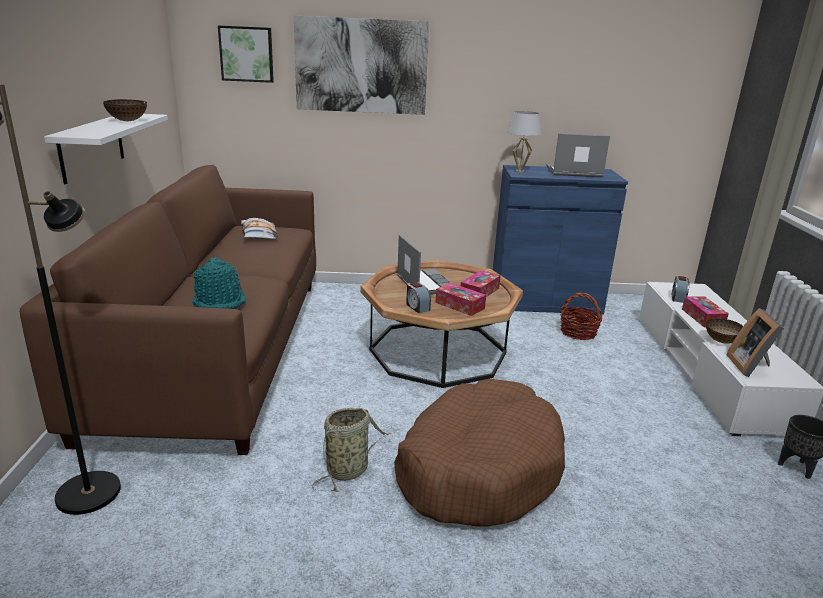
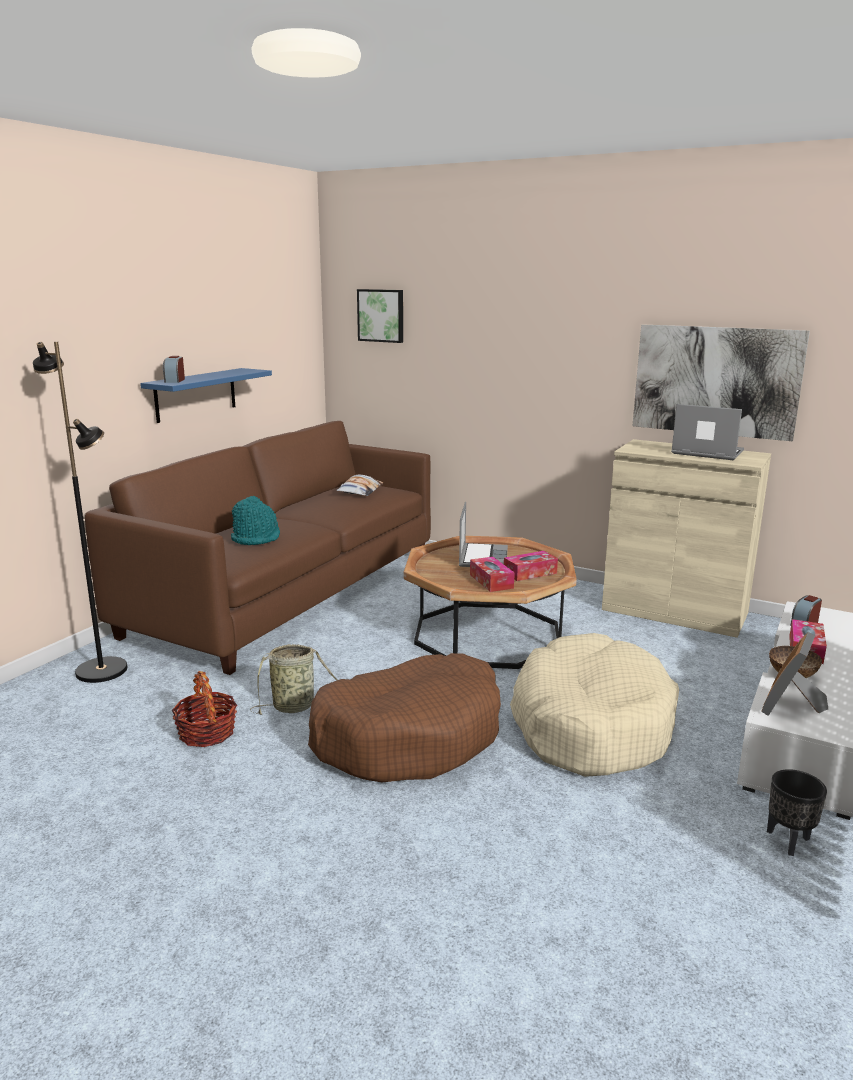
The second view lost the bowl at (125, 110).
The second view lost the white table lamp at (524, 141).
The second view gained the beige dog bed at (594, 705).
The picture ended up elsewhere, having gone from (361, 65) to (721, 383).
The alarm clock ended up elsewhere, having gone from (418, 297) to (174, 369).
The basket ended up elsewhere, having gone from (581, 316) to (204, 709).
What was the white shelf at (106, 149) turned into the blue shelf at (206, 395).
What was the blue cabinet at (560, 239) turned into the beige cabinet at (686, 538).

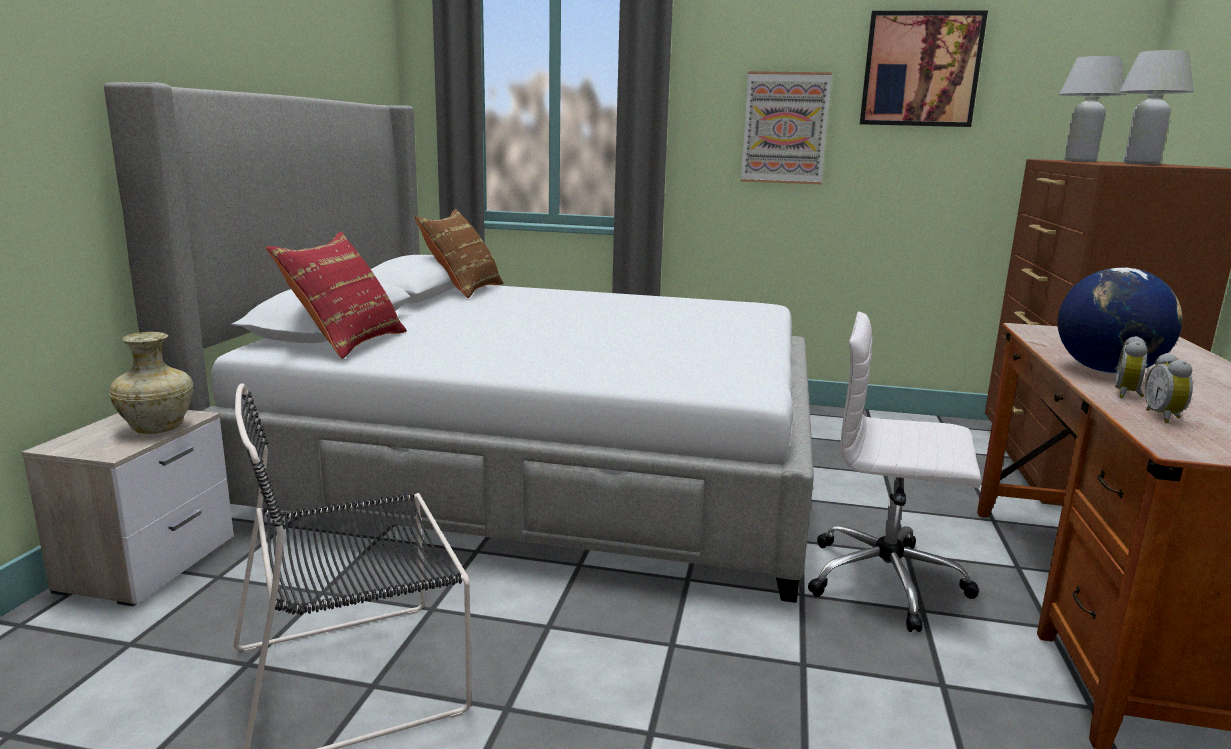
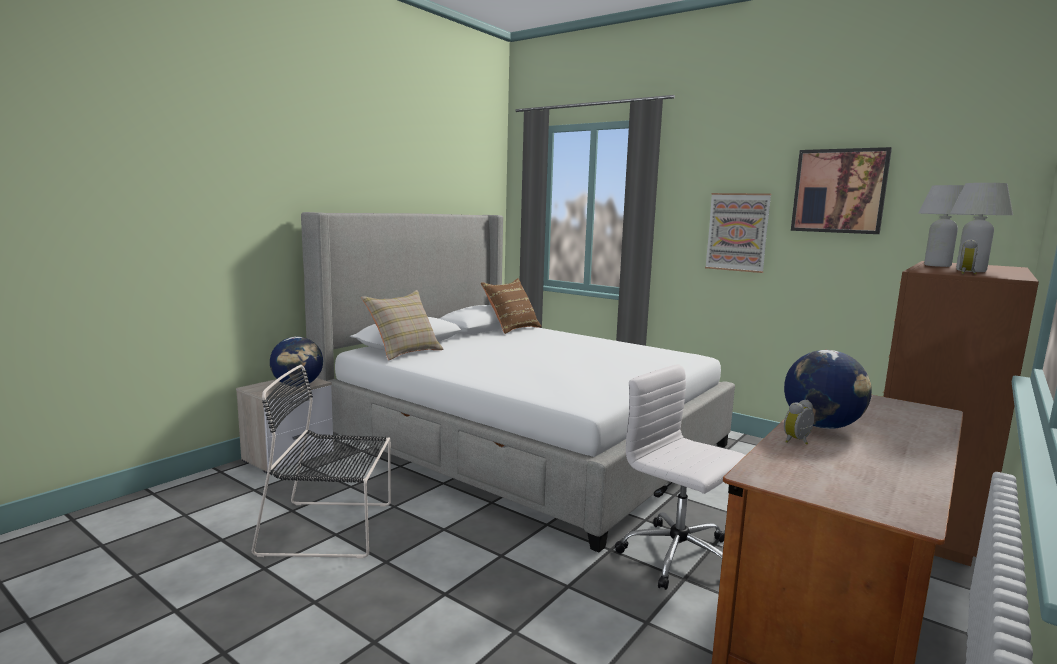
The alarm clock ended up elsewhere, having gone from (1169, 388) to (968, 256).
Where the beige vase stood at (151, 383), the globe came to stand at (296, 362).
What was the red pillow at (336, 295) turned into the beige pillow at (402, 325).

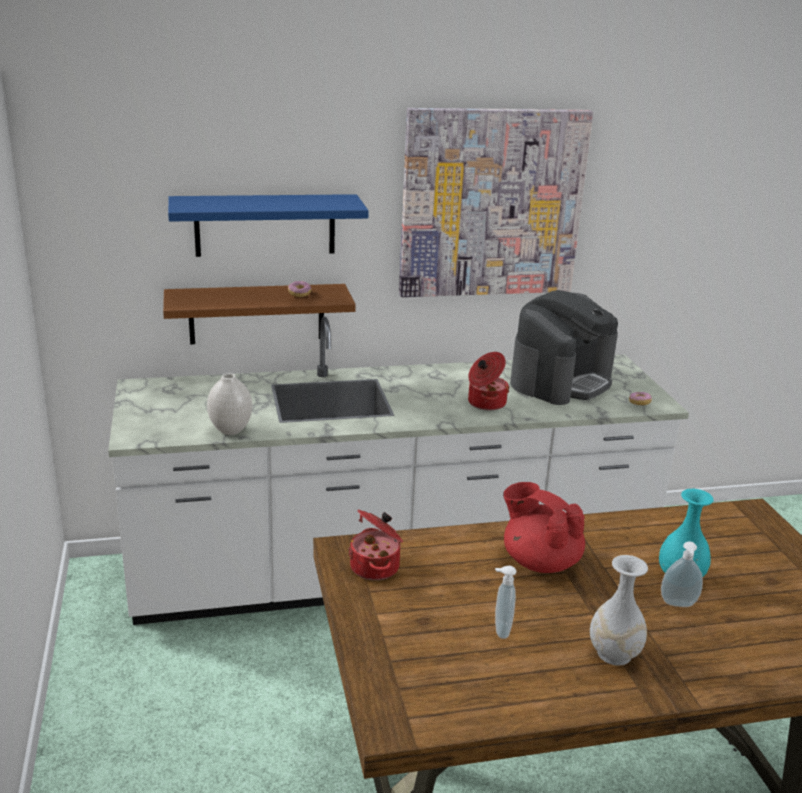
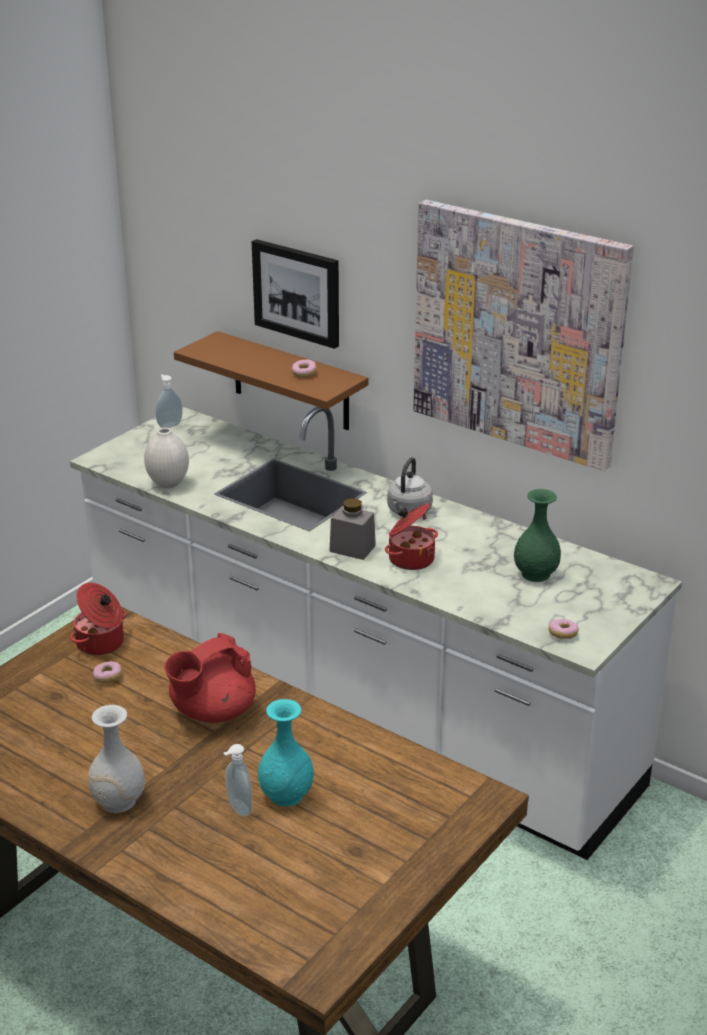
The second view gained the donut at (107, 672).
The second view gained the grey jar at (352, 529).
The second view gained the grey kettle at (410, 486).
The soap dispenser ended up elsewhere, having gone from (505, 602) to (169, 401).
Where the blue shelf hung at (268, 225), the picture came to hang at (295, 294).
Where the coffee machine stood at (564, 347), the green vase came to stand at (537, 535).
The red teapot at (544, 527) ended up facing another way, 135 degrees counterclockwise from before.

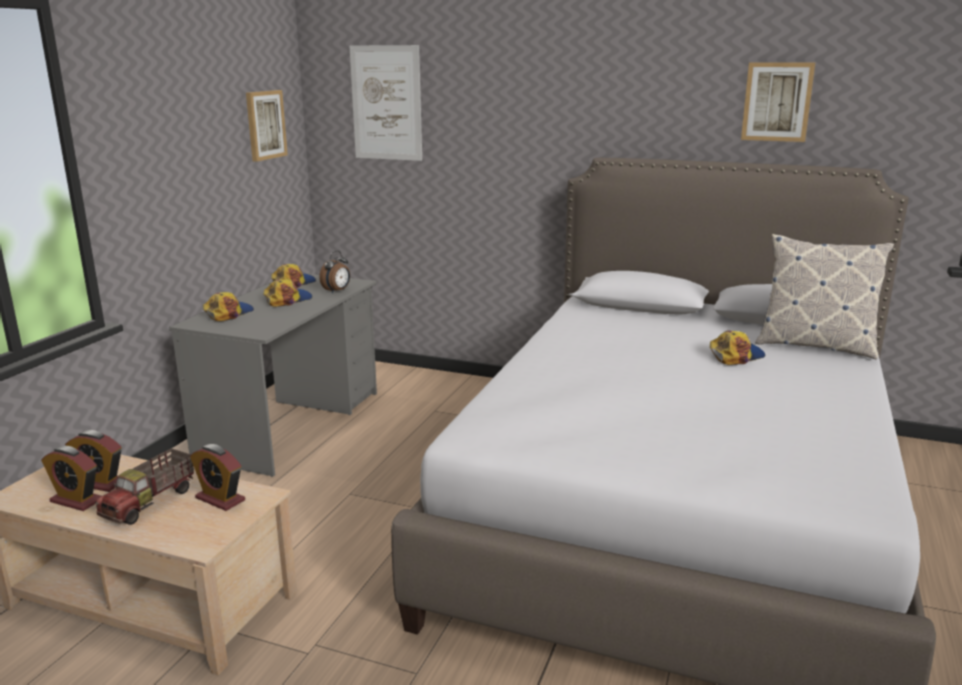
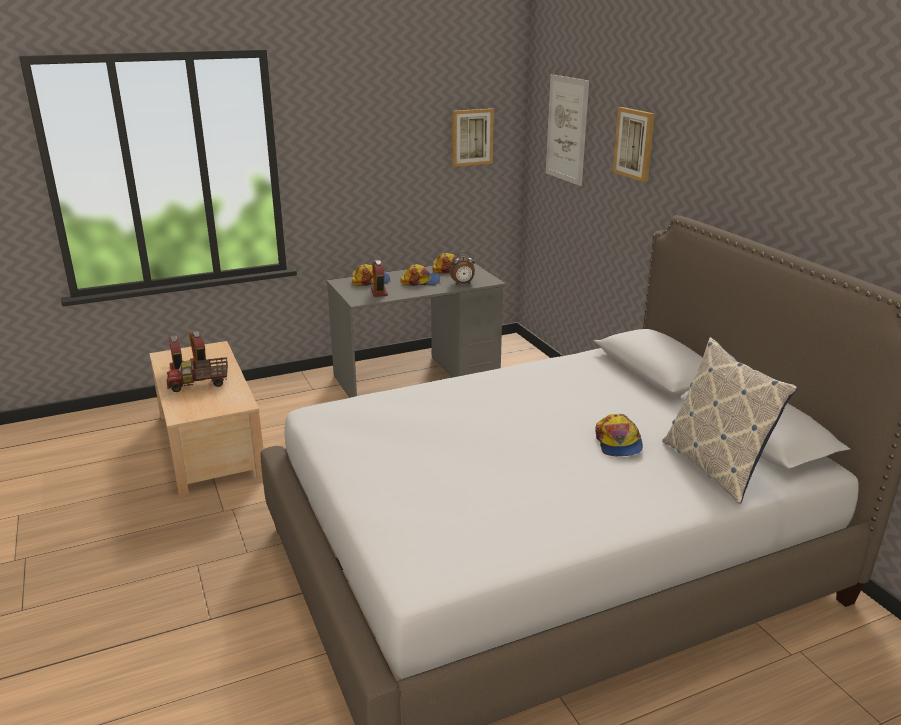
The alarm clock ended up elsewhere, having gone from (217, 477) to (379, 278).
The picture ended up elsewhere, having gone from (778, 102) to (634, 144).
The cap at (737, 347) ended up facing another way, 75 degrees clockwise from before.

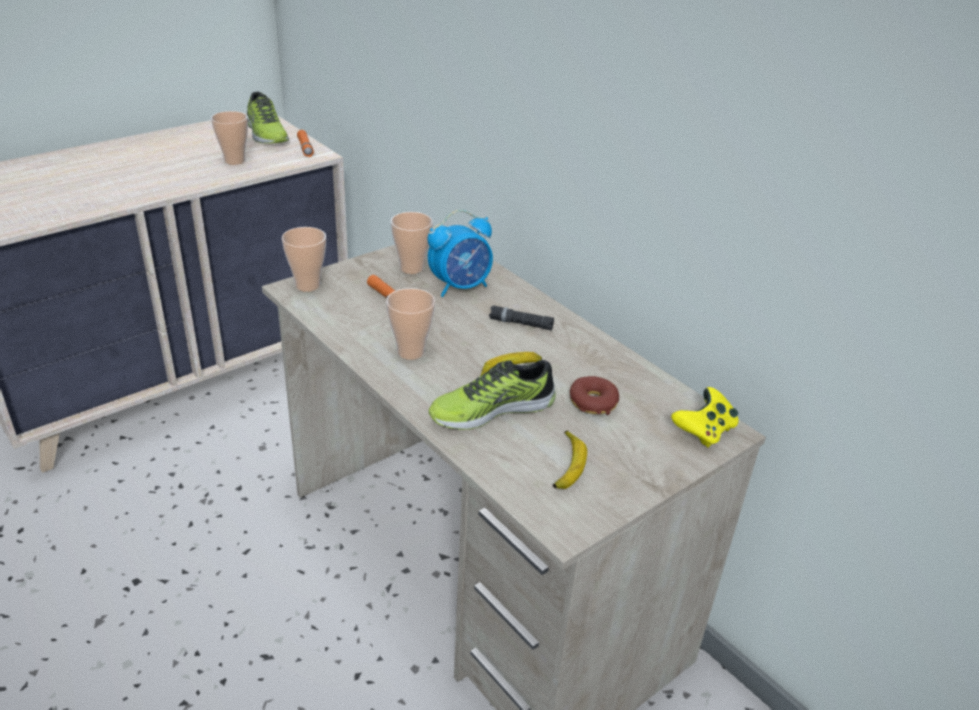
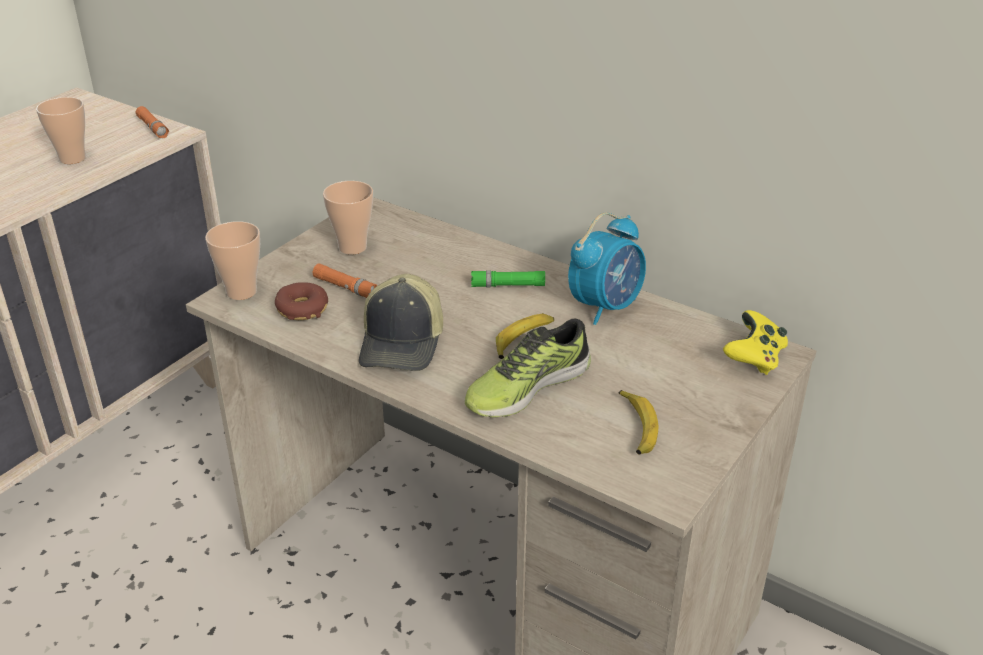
The second view lost the shoe at (268, 118).
The alarm clock ended up elsewhere, having gone from (460, 253) to (607, 269).
The donut ended up elsewhere, having gone from (594, 395) to (301, 301).
Where the cup stood at (410, 324), the cap came to stand at (401, 322).
What was the black flashlight at (521, 317) turned into the green flashlight at (508, 278).

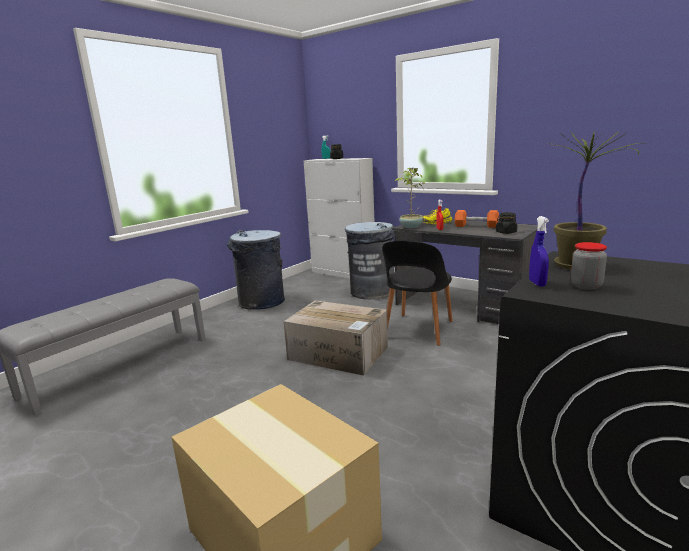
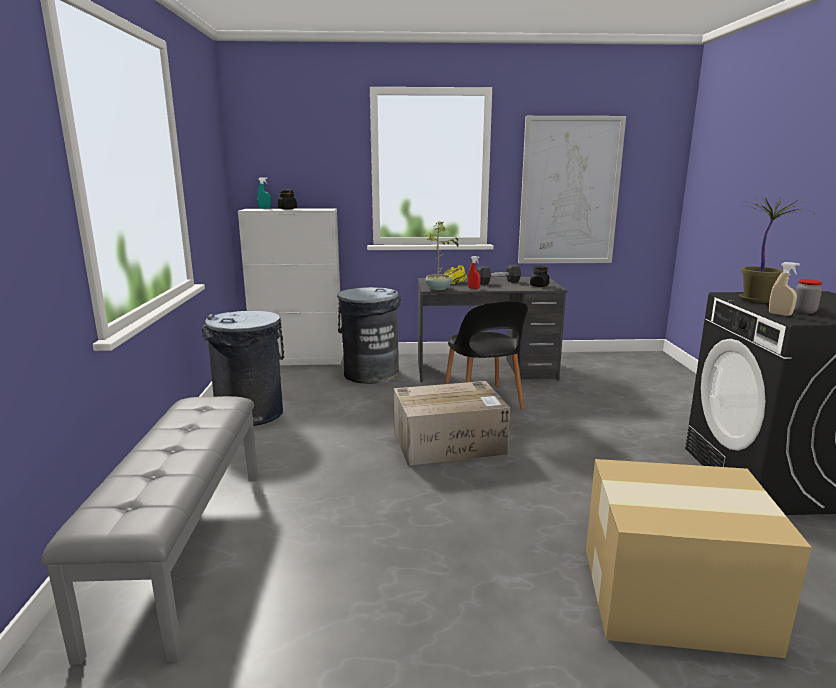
The second view gained the picture at (572, 190).
What was the orange dumbbell at (477, 219) turned into the black dumbbell at (499, 275).
What was the blue spray bottle at (539, 251) turned into the beige spray bottle at (784, 289).

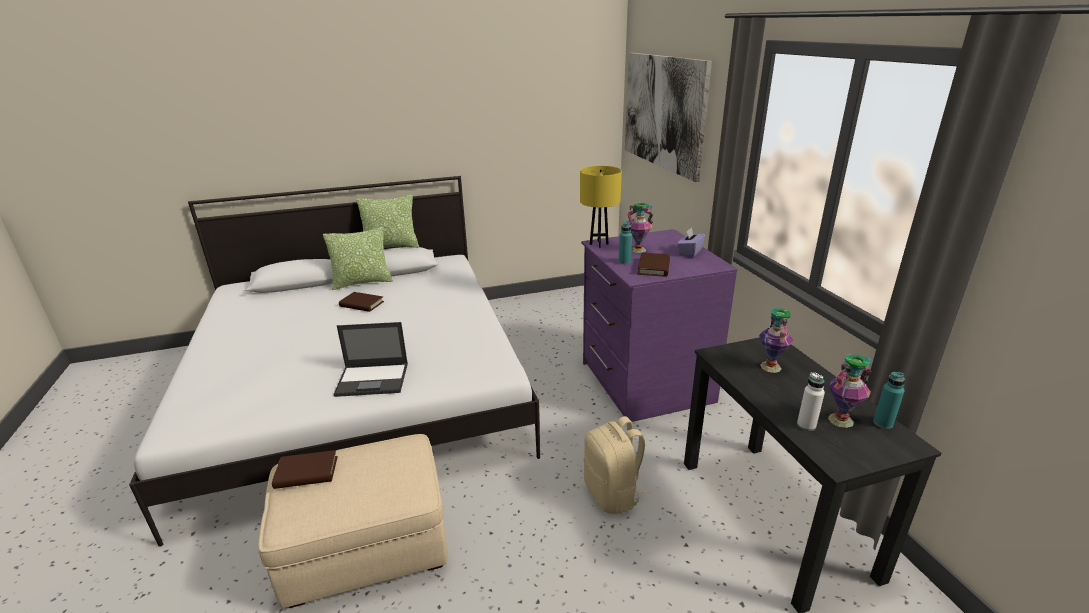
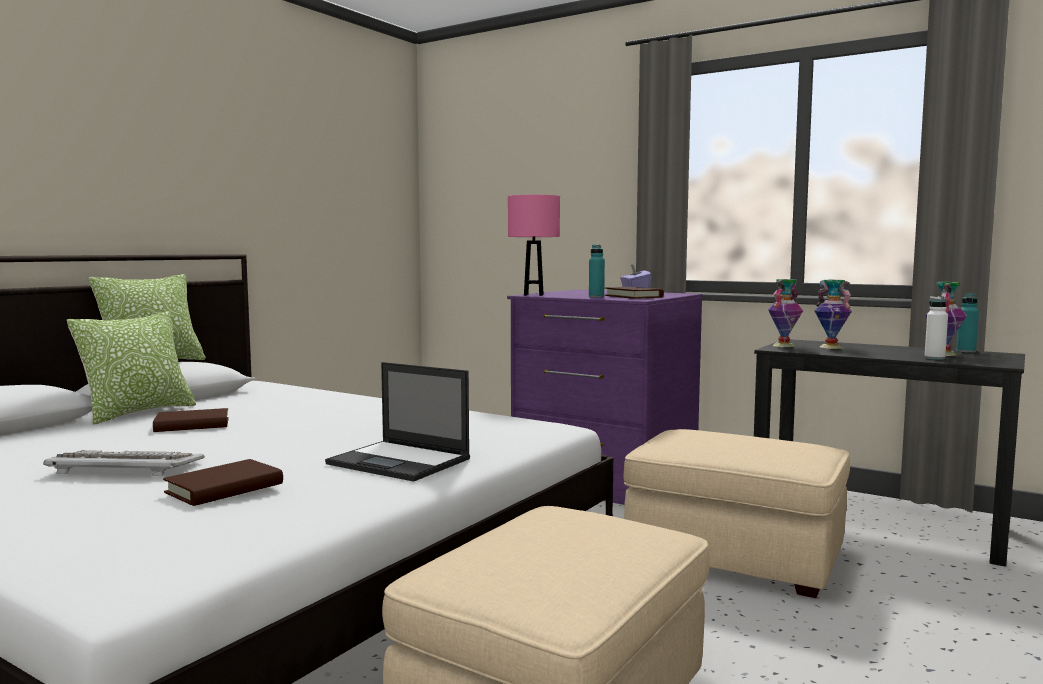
The second view lost the picture at (668, 117).
The second view gained the keyboard at (124, 463).
The brown book ended up elsewhere, having gone from (305, 469) to (223, 482).
The vase ended up elsewhere, having gone from (640, 228) to (785, 313).
Where the beige backpack stood at (616, 465), the beige ottoman came to stand at (736, 513).
What was the yellow table lamp at (601, 207) turned into the pink table lamp at (534, 245).
The laptop at (371, 359) ended up facing another way, 75 degrees clockwise from before.

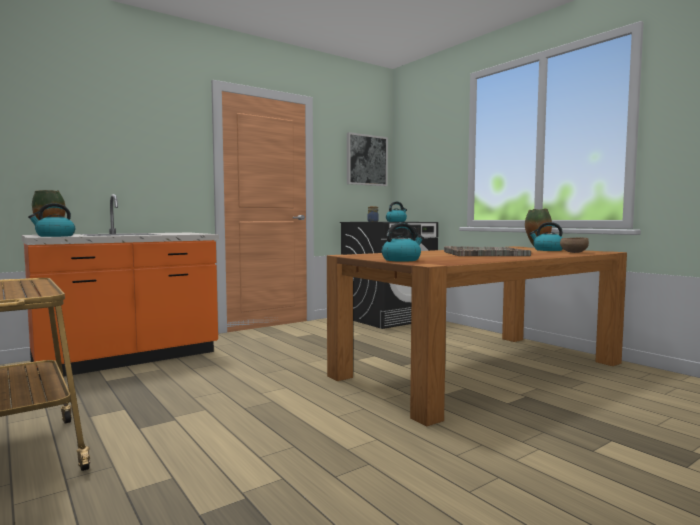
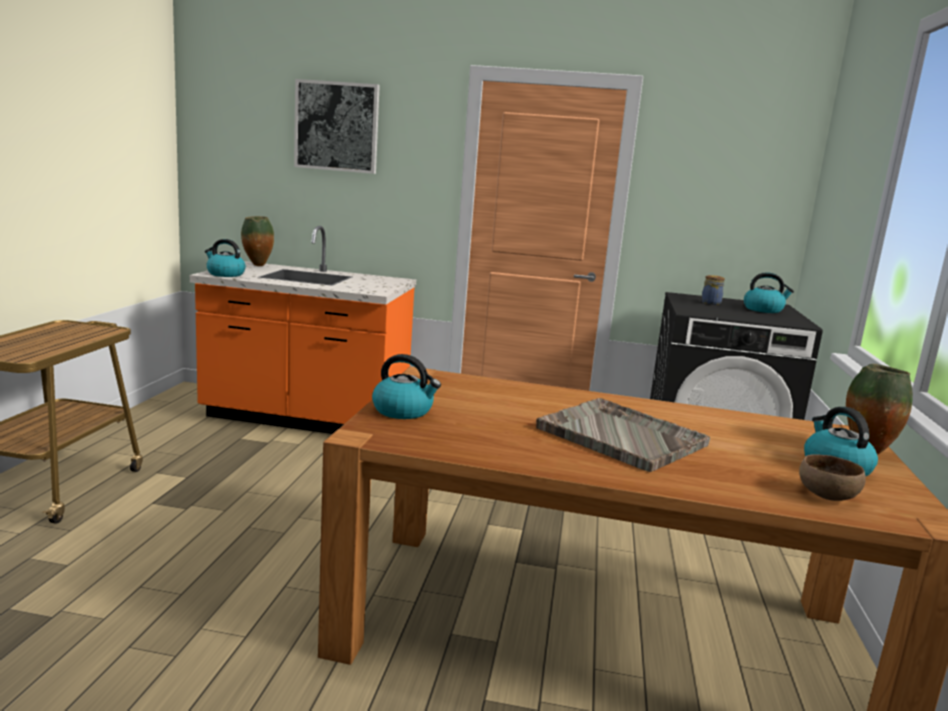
The picture ended up elsewhere, having gone from (367, 159) to (337, 126).

